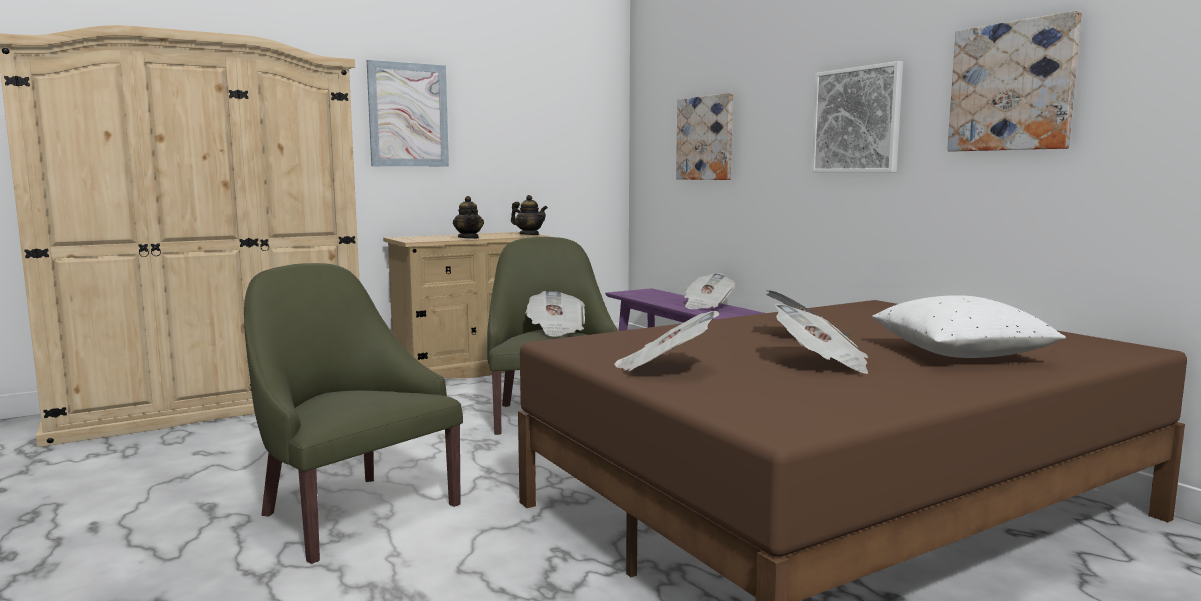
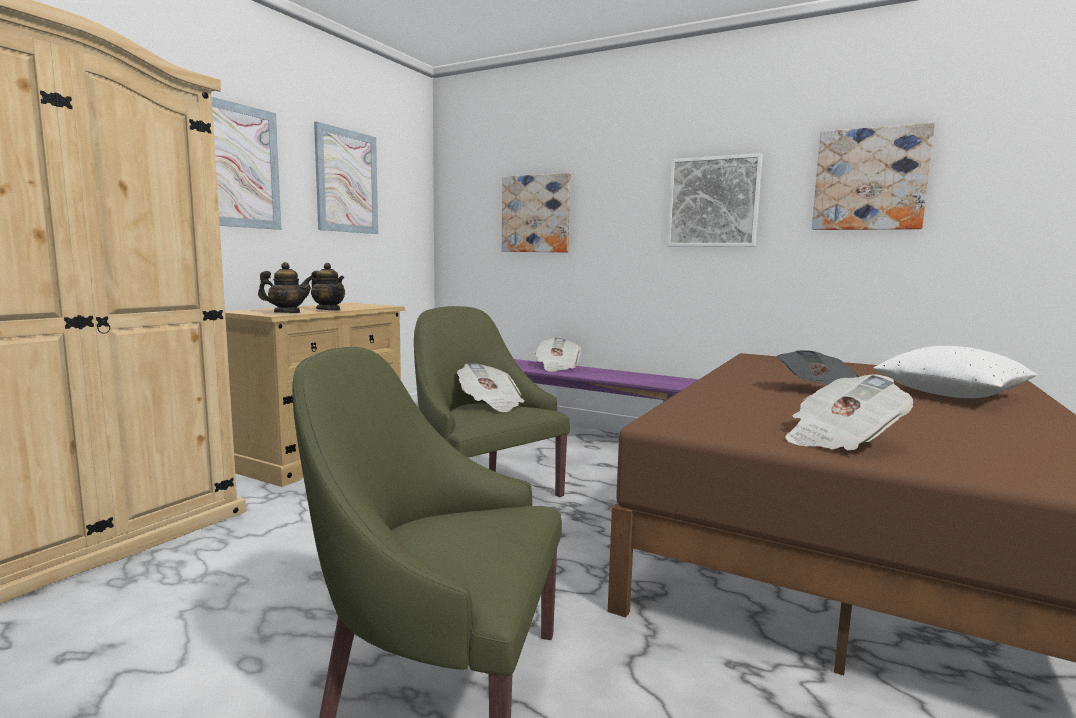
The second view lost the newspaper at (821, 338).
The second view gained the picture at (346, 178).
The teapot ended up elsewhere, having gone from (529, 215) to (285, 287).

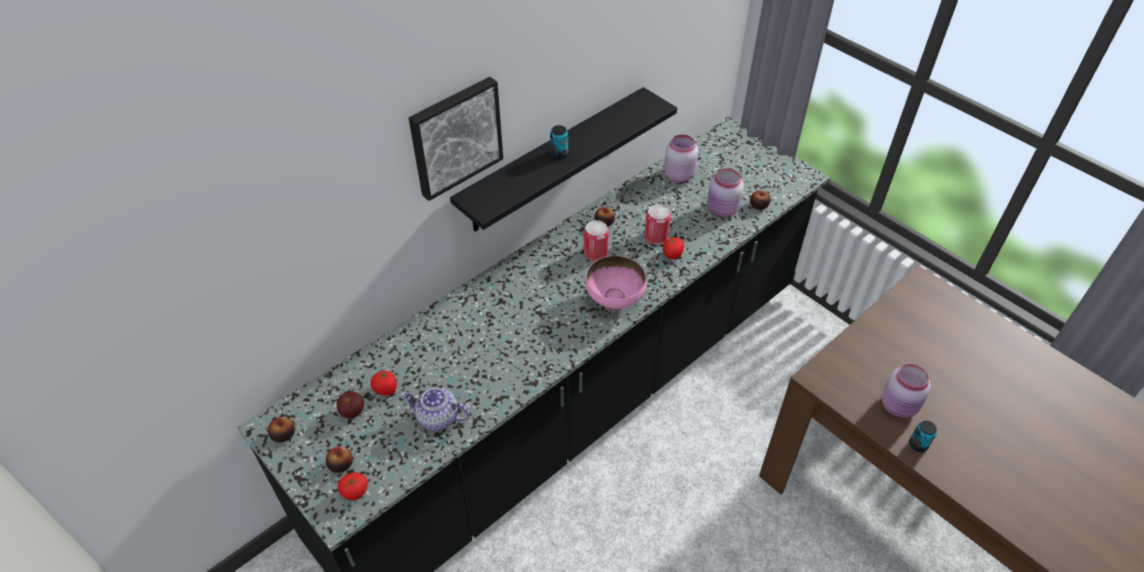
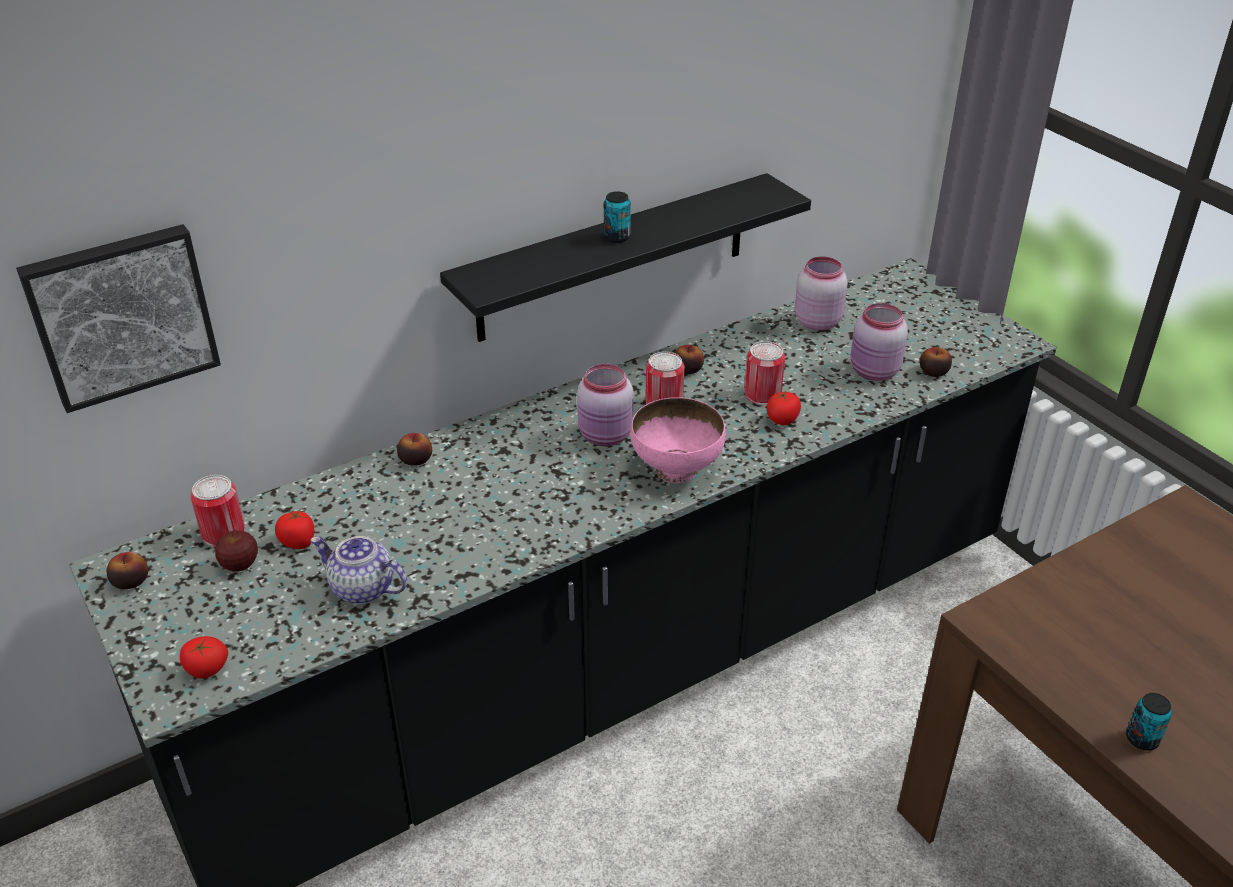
The second view gained the can at (217, 511).
The apple ended up elsewhere, having gone from (339, 460) to (414, 449).
The picture ended up elsewhere, having gone from (456, 139) to (118, 318).
The pink jar ended up elsewhere, having gone from (906, 391) to (605, 405).

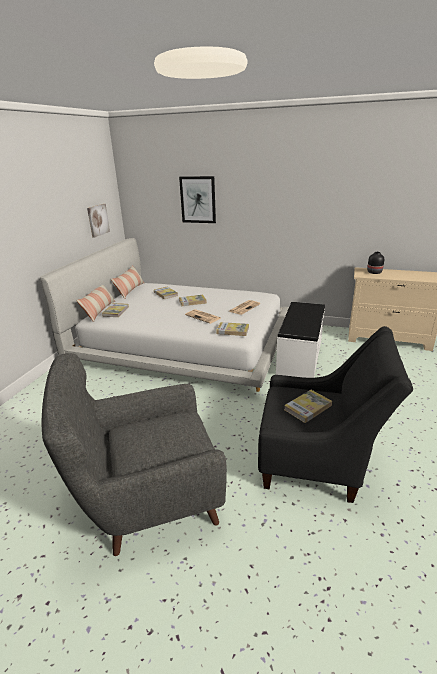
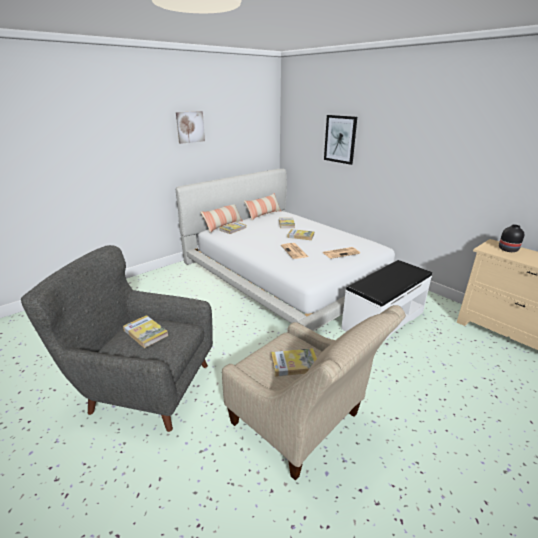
The picture ended up elsewhere, having gone from (98, 221) to (190, 127).
The book ended up elsewhere, having gone from (232, 329) to (146, 331).
What was the black armchair at (335, 414) turned into the beige armchair at (314, 392).

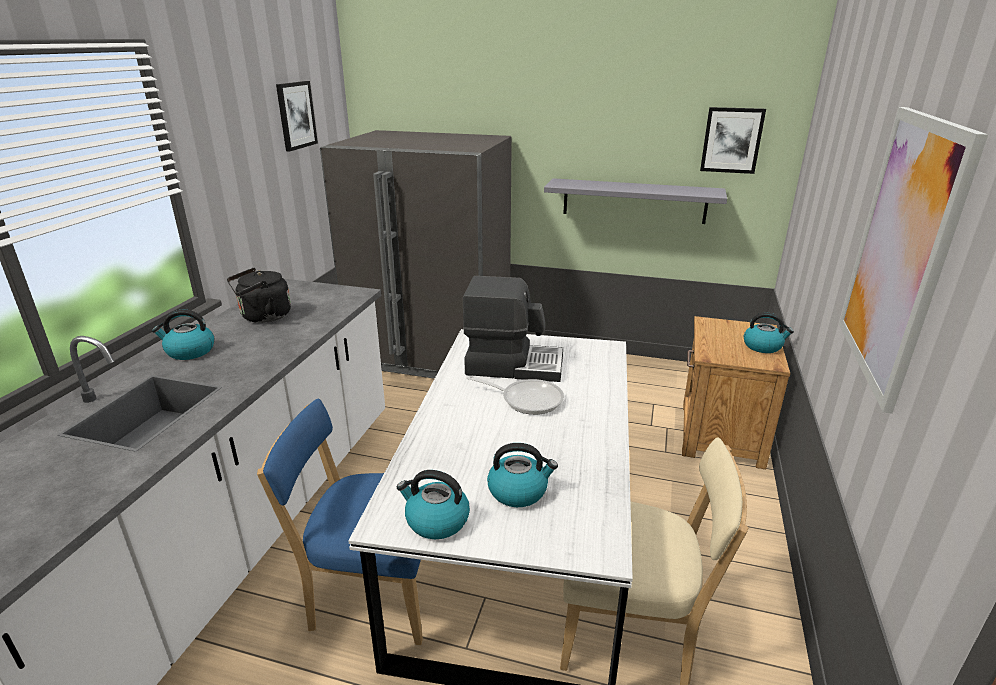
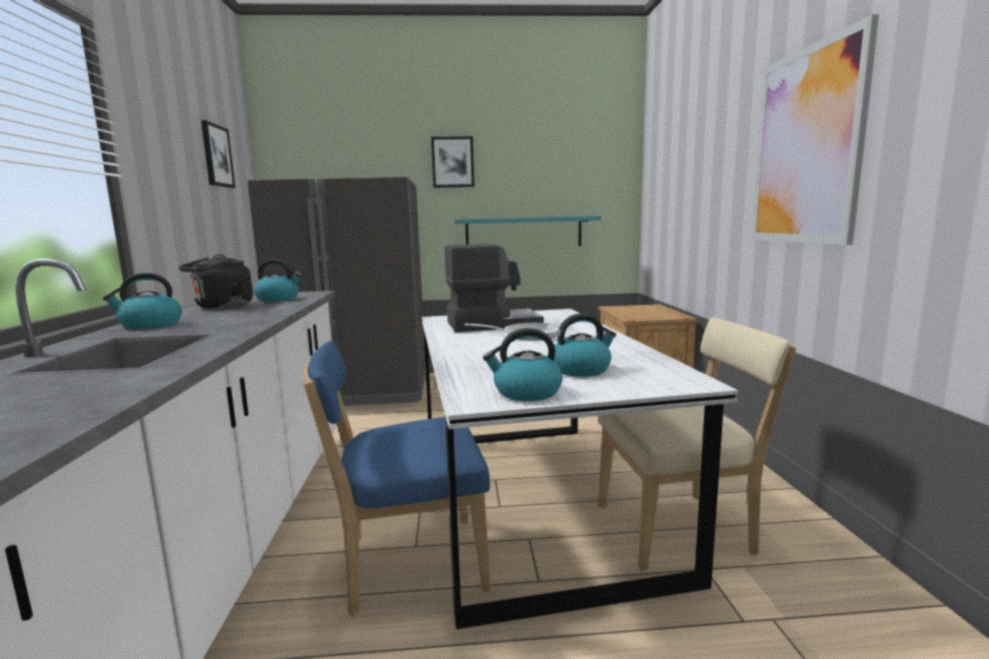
The picture ended up elsewhere, having gone from (733, 140) to (452, 162).
The kettle ended up elsewhere, having gone from (769, 333) to (278, 280).
What was the grey shelf at (635, 201) turned into the turquoise shelf at (527, 231).

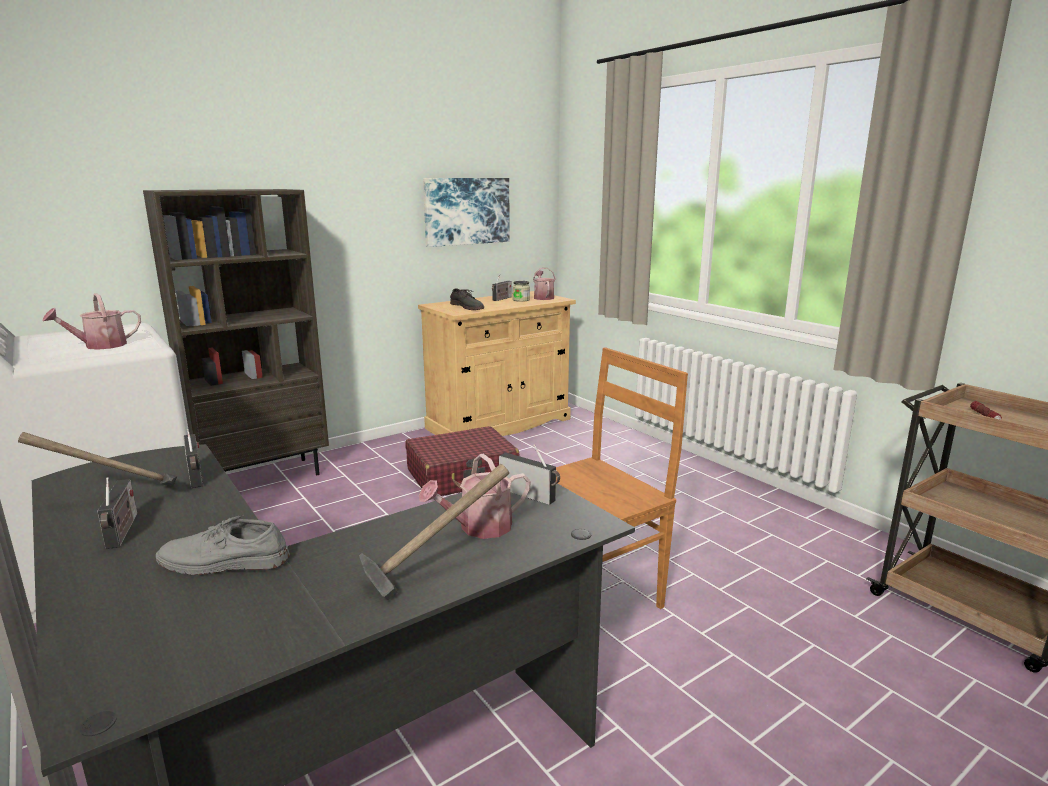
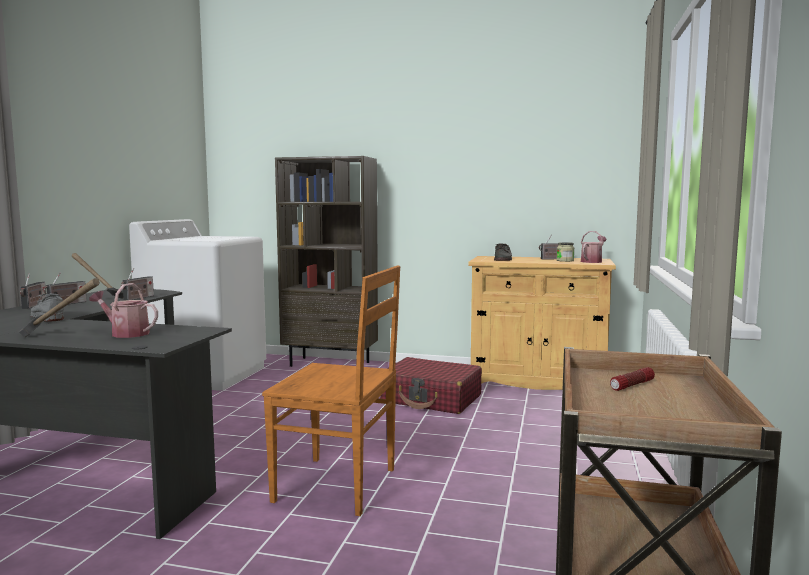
The second view lost the watering can at (92, 321).
The second view lost the picture at (466, 212).
The radio ended up elsewhere, having gone from (529, 474) to (33, 291).

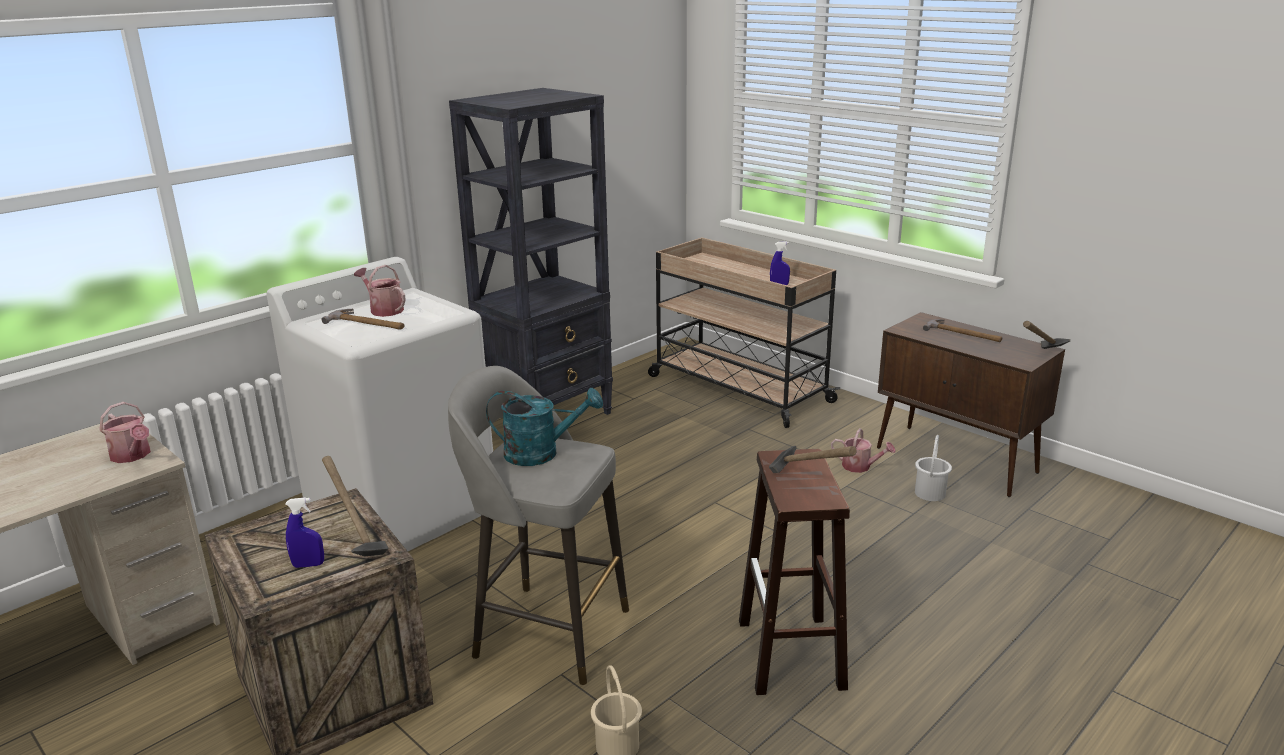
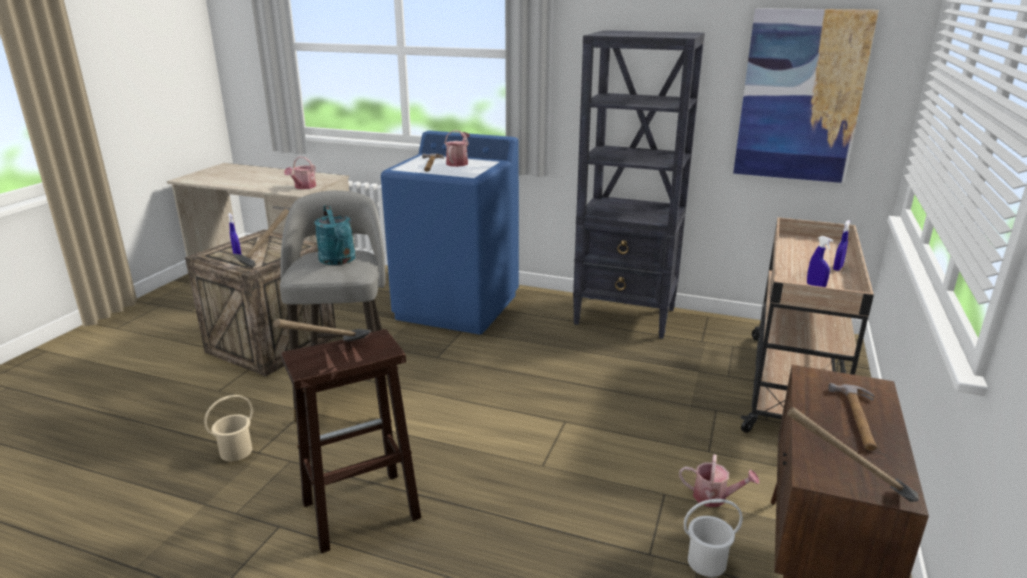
The second view gained the picture at (806, 95).
The second view gained the blue spray bottle at (841, 245).
What was the white washing machine at (379, 404) turned into the blue washing machine at (450, 232).
The watering can at (863, 450) ended up facing another way, 75 degrees counterclockwise from before.

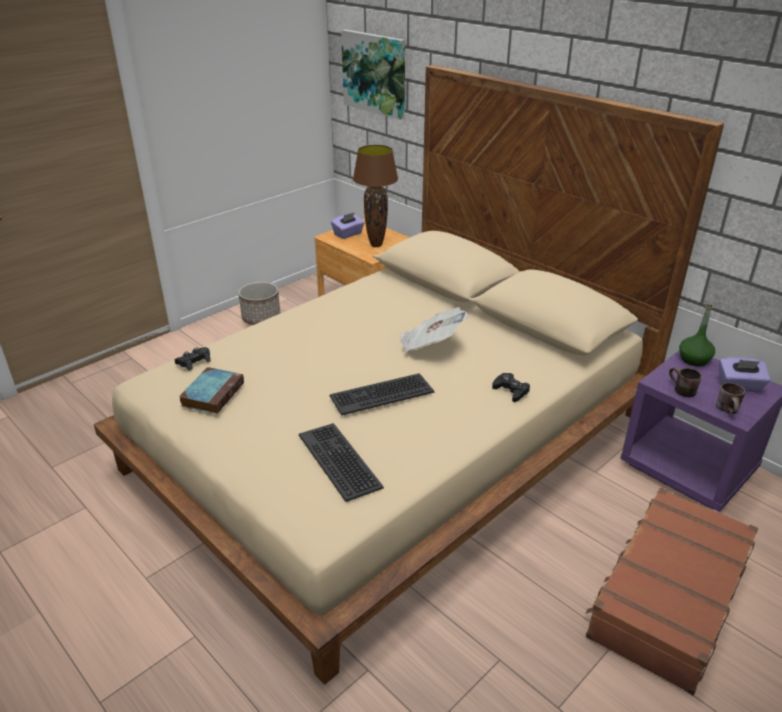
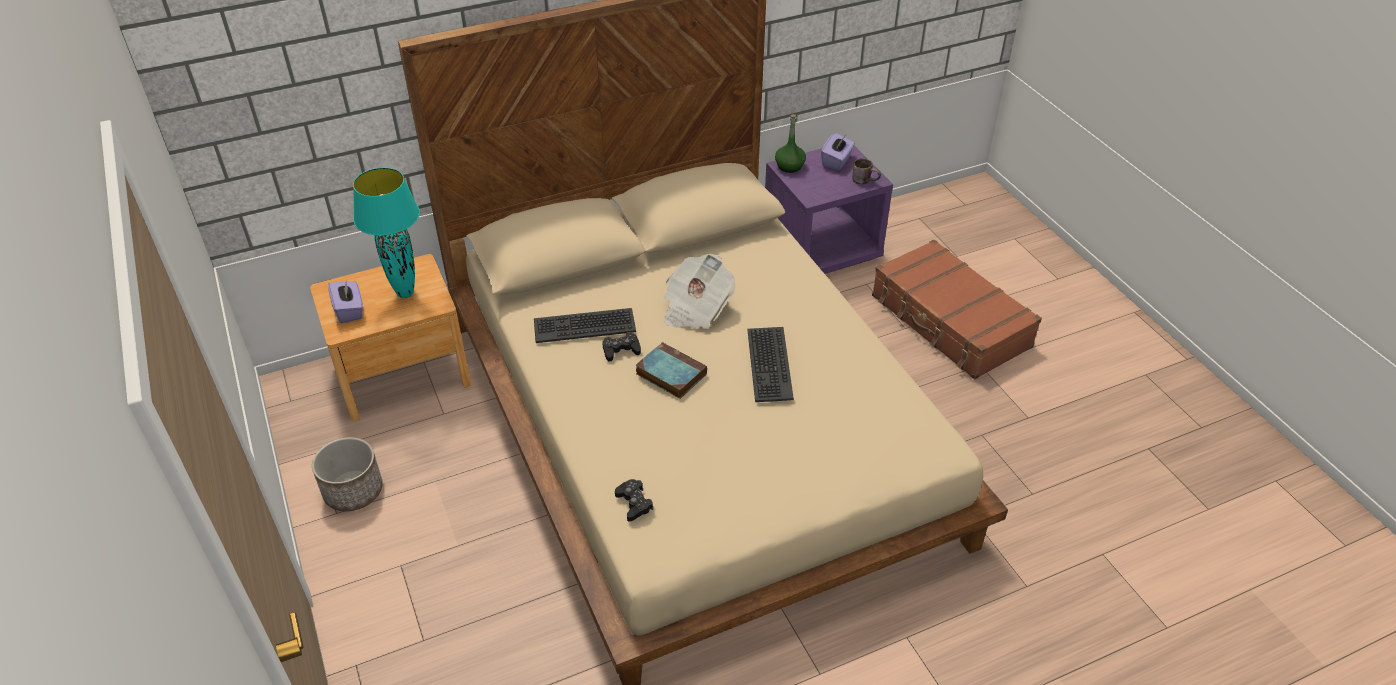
The second view lost the picture at (373, 74).
The second view lost the brown mug at (685, 382).
The book ended up elsewhere, having gone from (211, 390) to (671, 370).
The keyboard ended up elsewhere, having gone from (341, 462) to (585, 325).
The black game controller ended up elsewhere, having gone from (511, 387) to (621, 347).
What was the brown table lamp at (375, 196) turned into the turquoise table lamp at (386, 233).

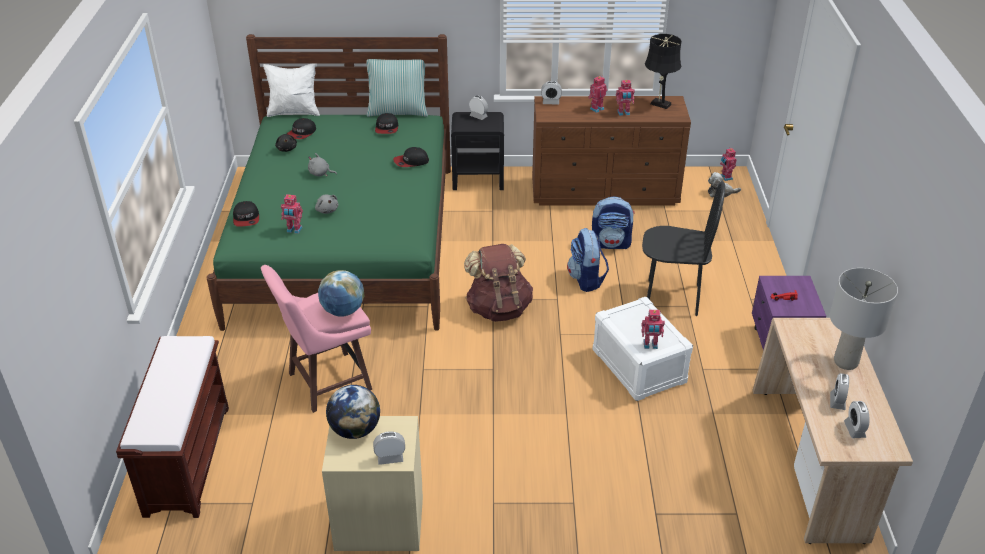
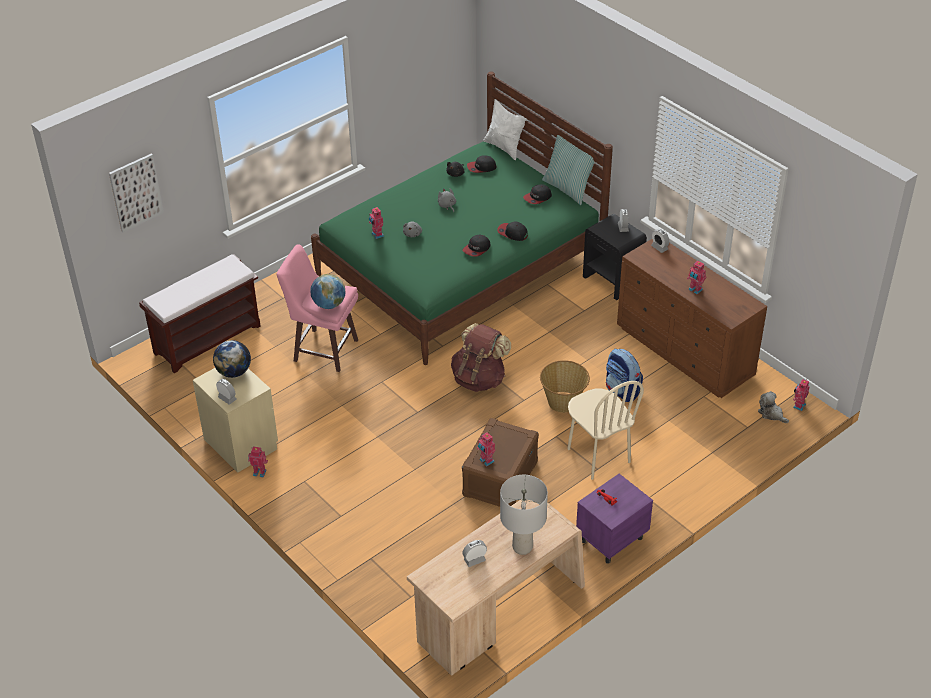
The second view lost the black table lamp at (663, 71).
The second view lost the alarm clock at (857, 419).
The second view gained the picture at (136, 193).
The cap ended up elsewhere, having gone from (246, 214) to (476, 246).
The toy robot ended up elsewhere, having gone from (597, 94) to (258, 462).
Where the backpack stood at (588, 260), the basket came to stand at (565, 386).
What was the white storage box at (642, 349) turned into the brown storage box at (500, 462).
What was the black chair at (683, 248) turned into the beige chair at (605, 430).

